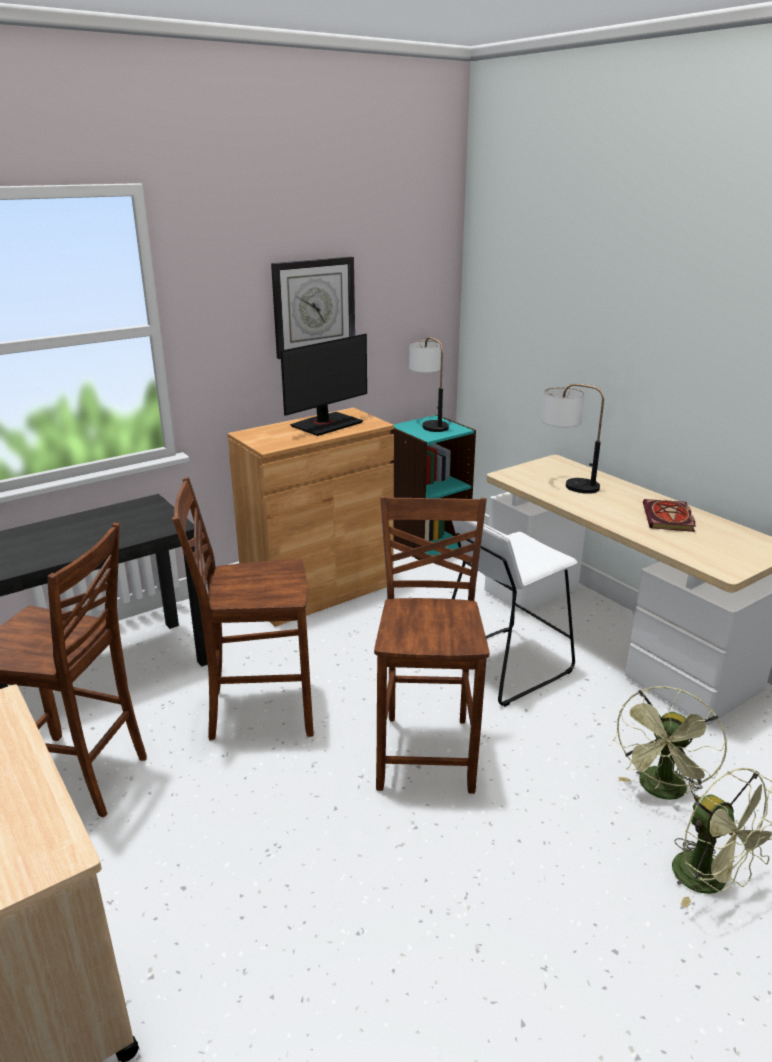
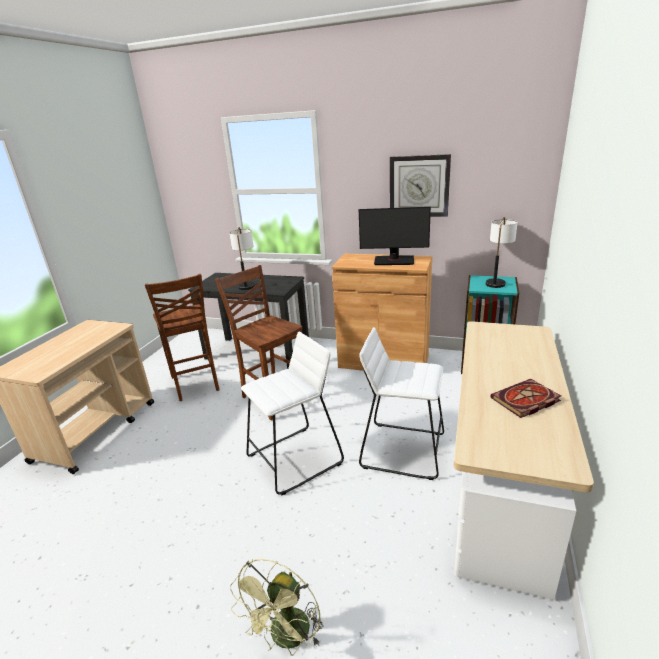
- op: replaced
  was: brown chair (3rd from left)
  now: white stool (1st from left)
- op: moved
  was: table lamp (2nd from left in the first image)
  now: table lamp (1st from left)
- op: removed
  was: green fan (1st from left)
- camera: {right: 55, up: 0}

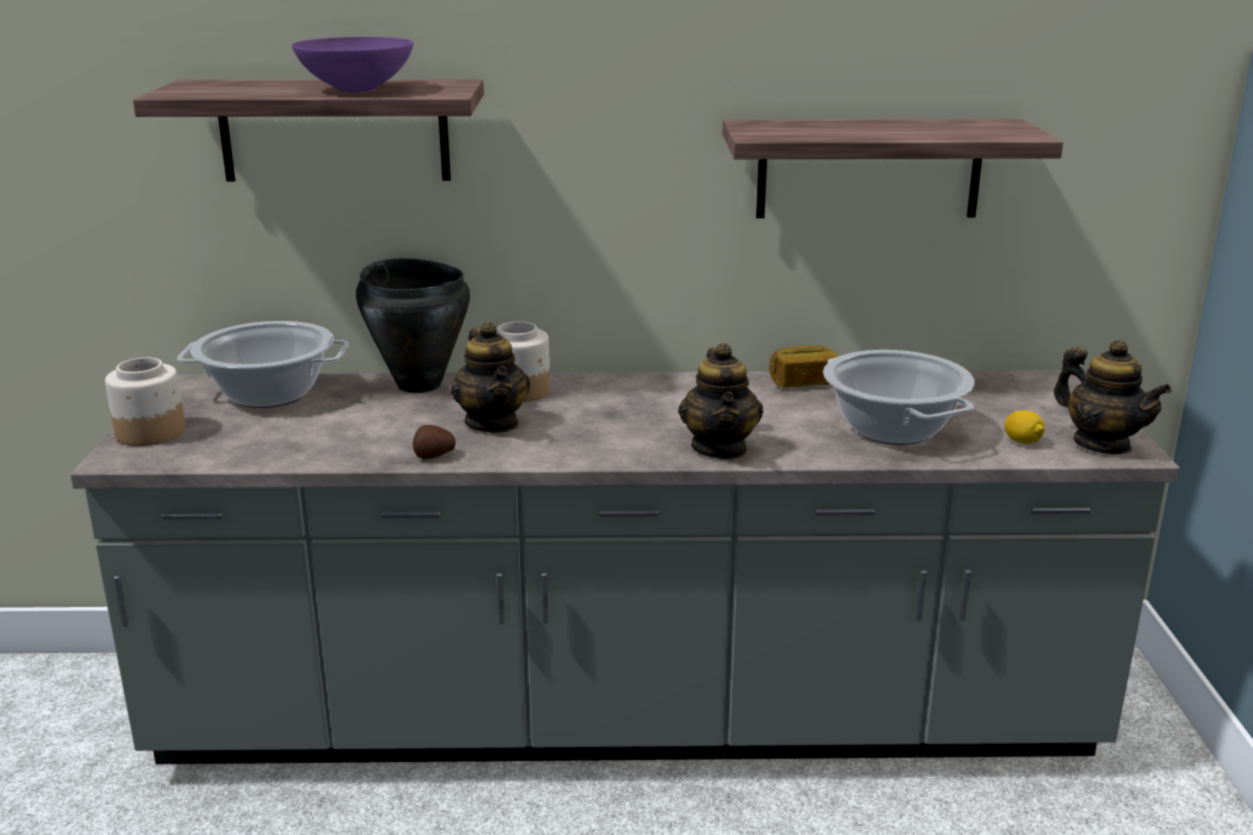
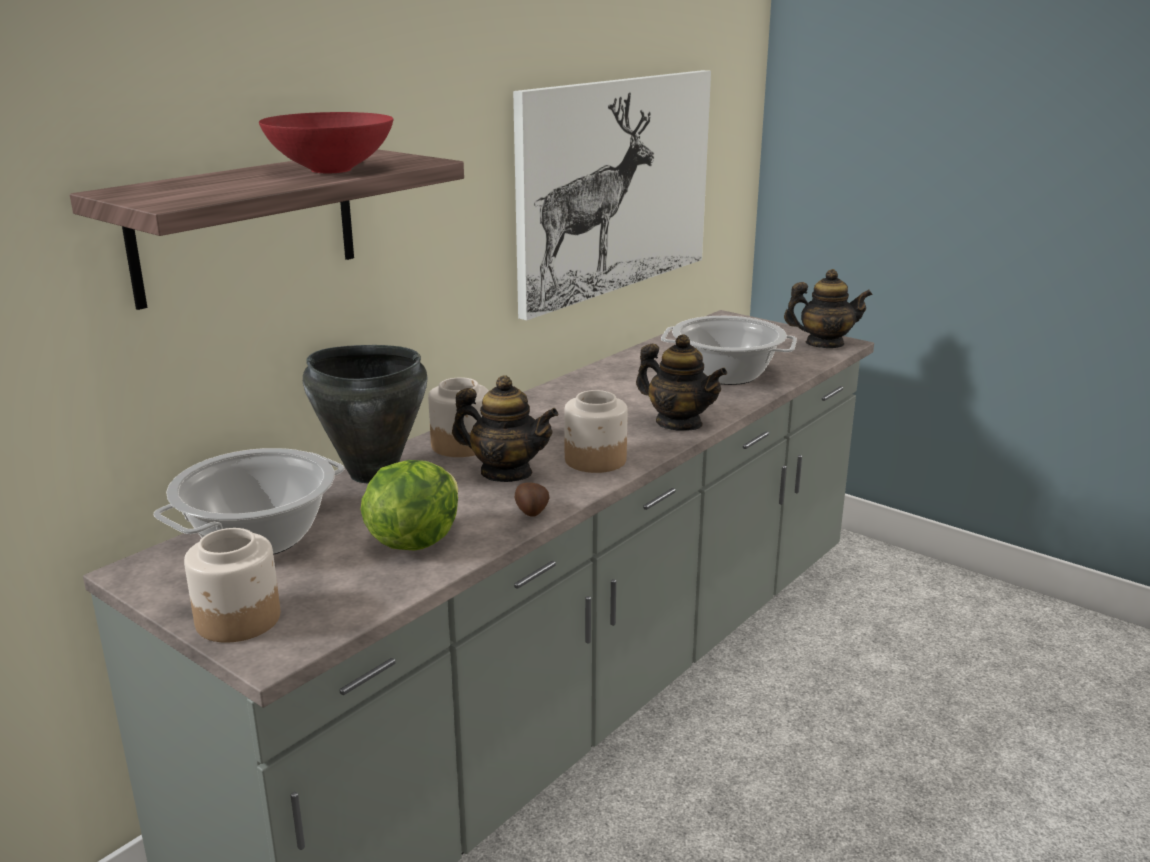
- op: recoloured
  was: purple bowl
  now: red bowl
- op: replaced
  was: shelf (2nd from left)
  now: picture
- op: removed
  was: bread
- op: removed
  was: lemon
- op: added
  now: lettuce
- op: added
  now: jar (3rd from left)
- camera: {right: -50, up: 0}

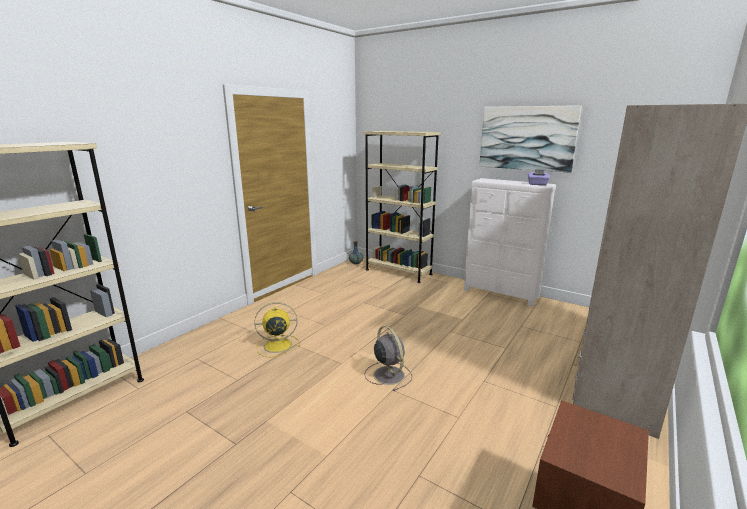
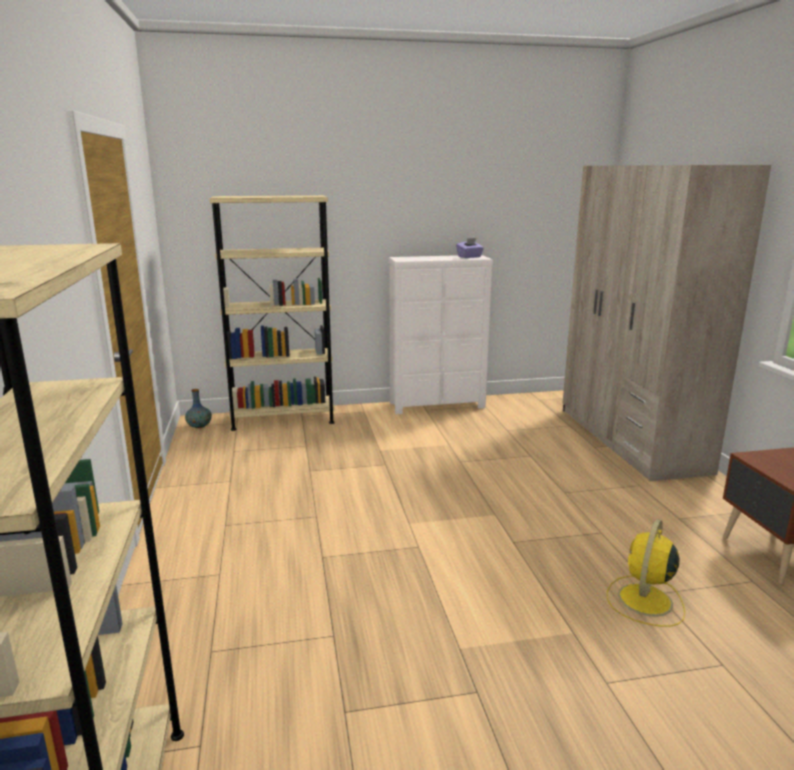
- op: moved
  was: yellow fan
- op: removed
  was: grey fan
- op: removed
  was: picture
- camera: {right: -45, up: 0}

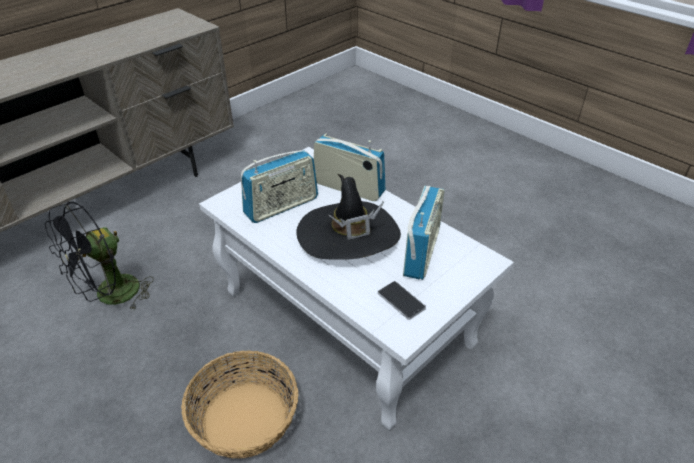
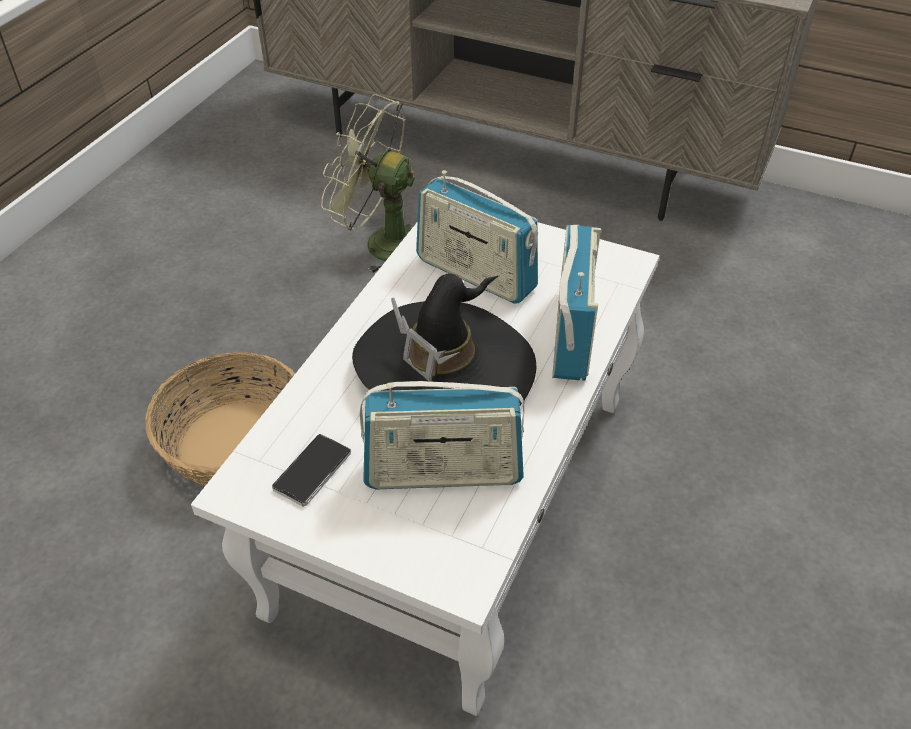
- op: recoloured
  was: black fan
  now: green fan
- camera: {right: 70, up: 5}

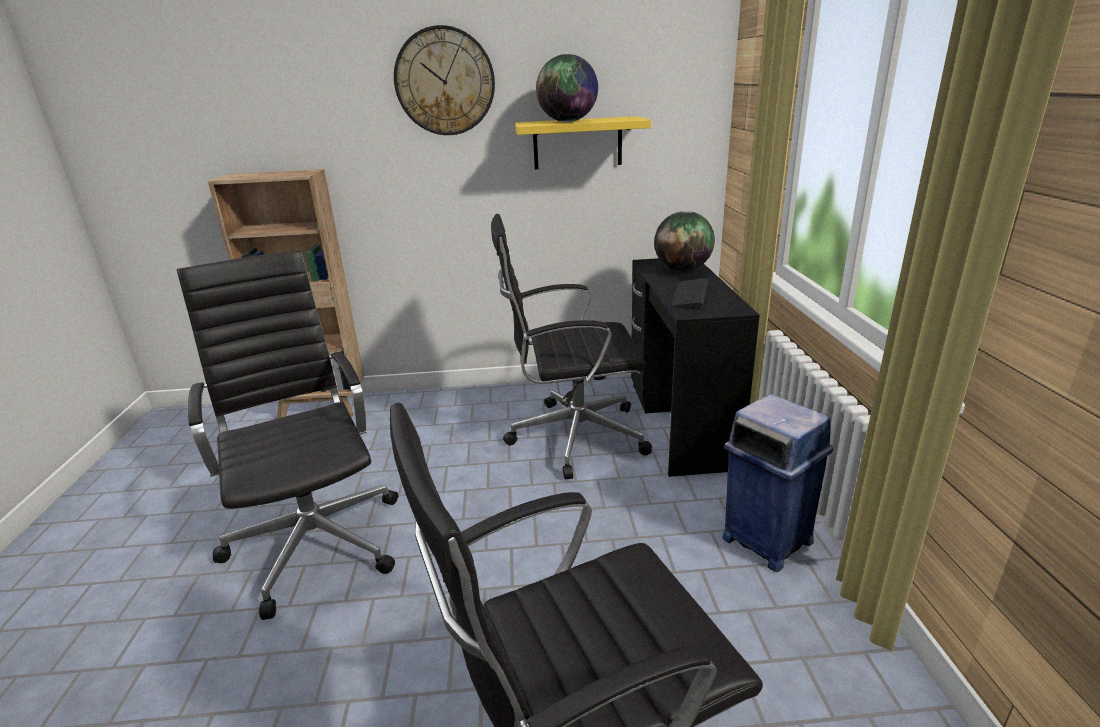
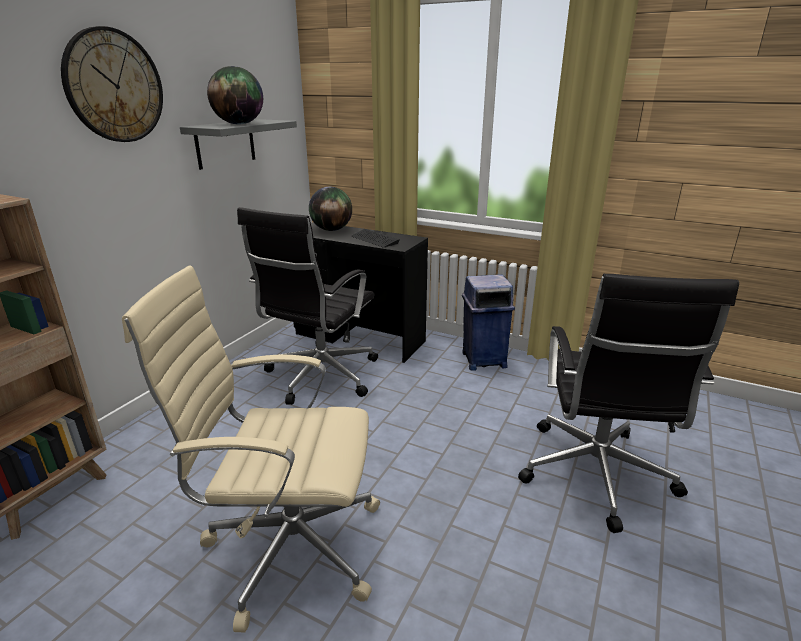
- op: recoloured
  was: black office chair (1st from left)
  now: beige office chair
- op: recoloured
  was: yellow shelf
  now: grey shelf
- camera: {right: -60, up: 0}

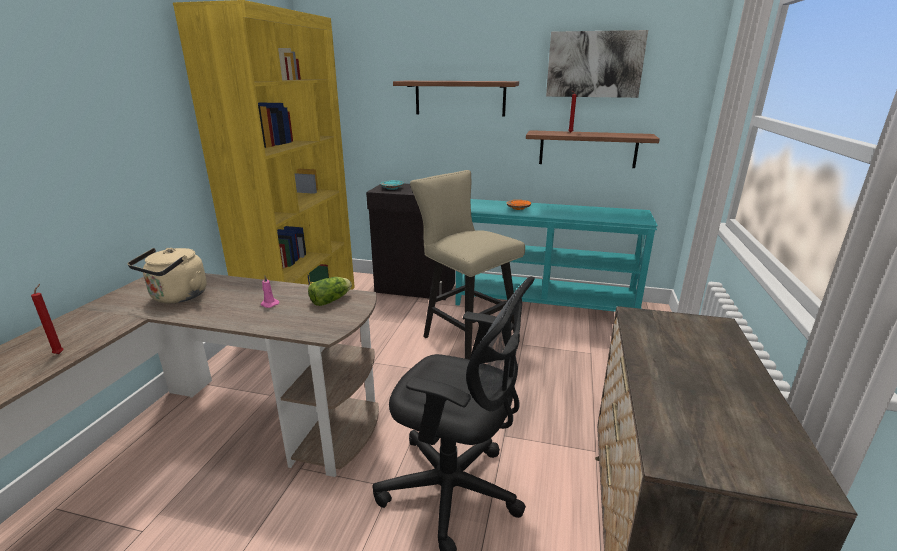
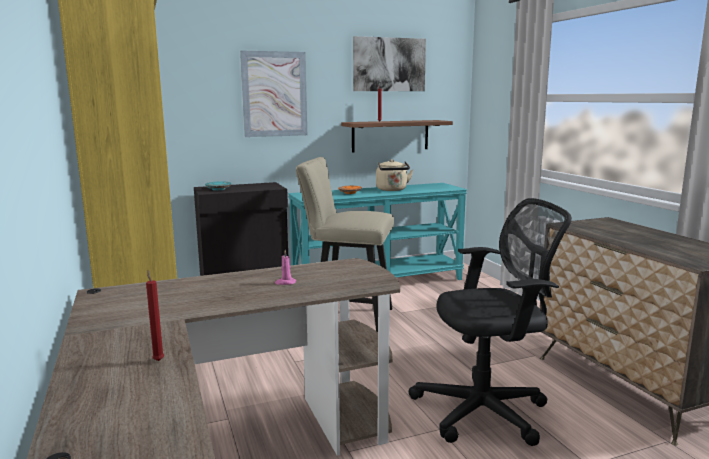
- op: moved
  was: beige kettle
- op: removed
  was: lettuce
- op: replaced
  was: shelf (1st from left)
  now: picture (1st from left)
- camera: {right: -35, up: -10}

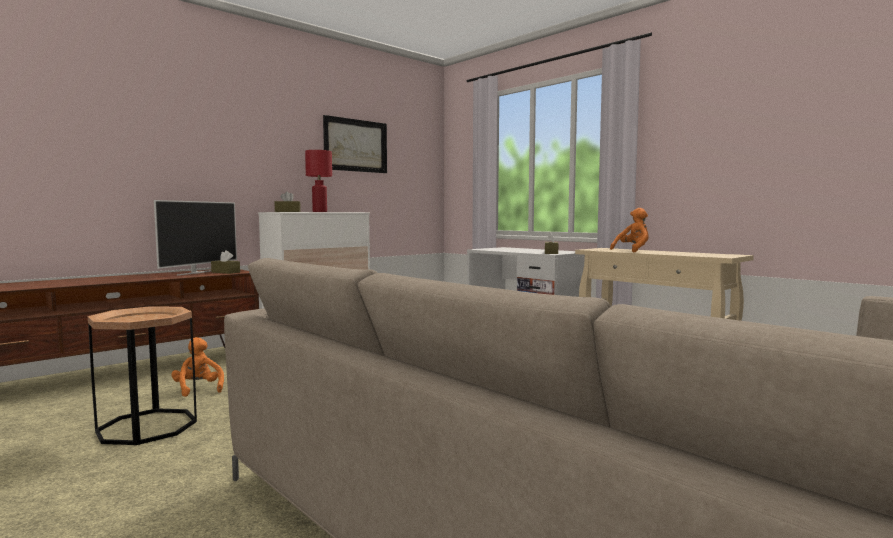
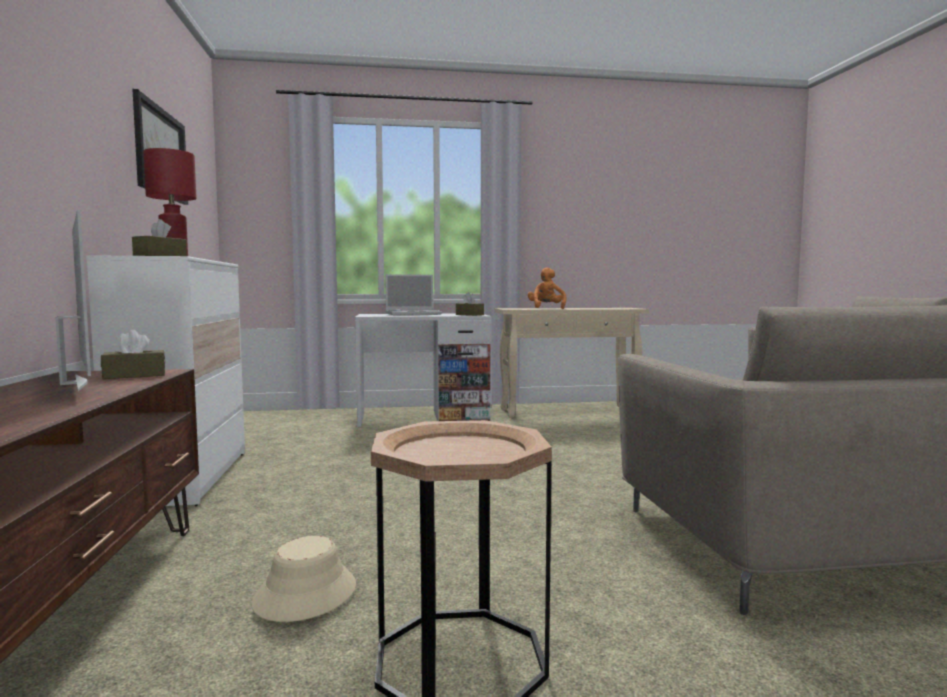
- op: replaced
  was: orange plush toy (1st from left)
  now: beige hat
- op: added
  now: laptop
- camera: {right: -55, up: 0}

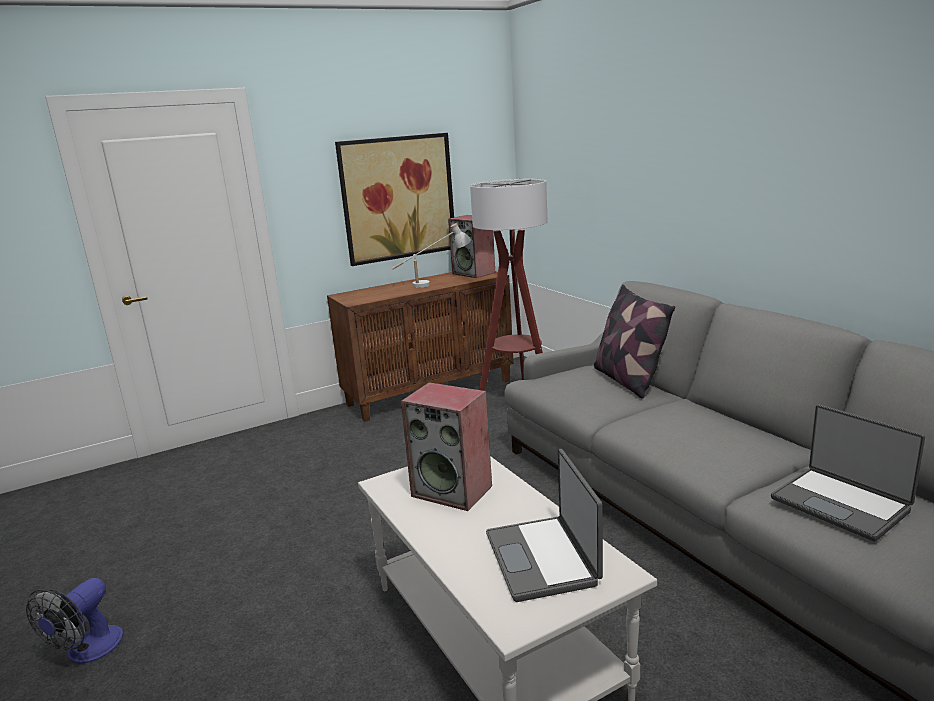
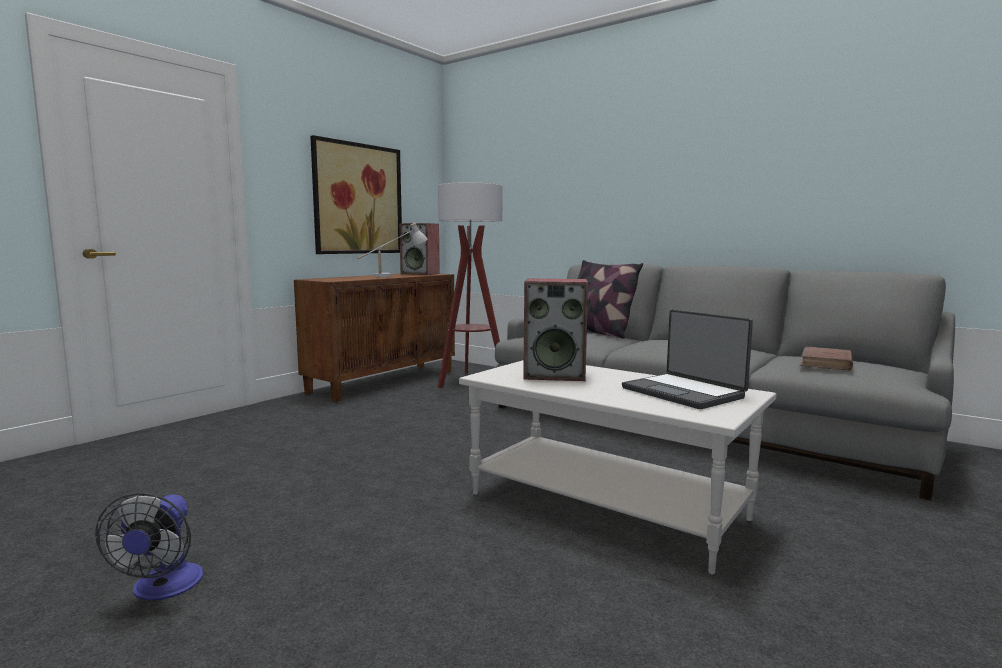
- op: replaced
  was: laptop (2nd from left)
  now: brown book
- camera: {right: -25, up: -10}

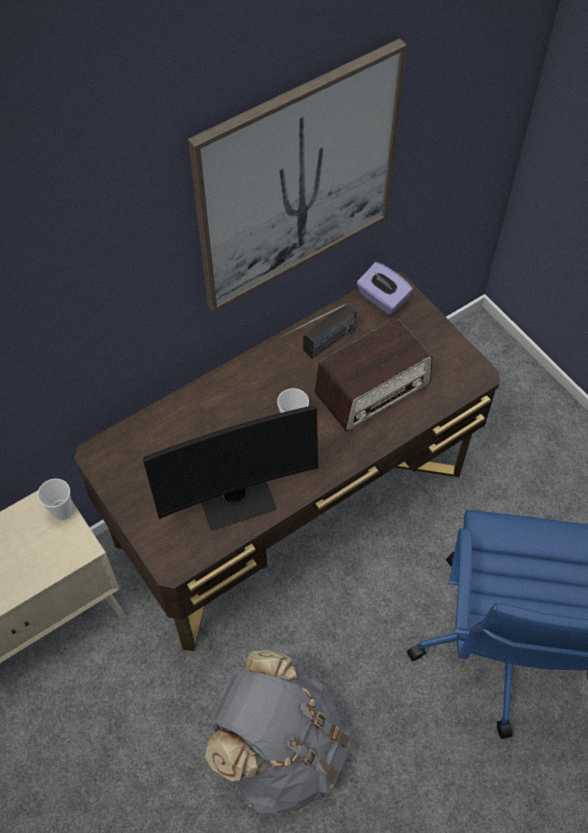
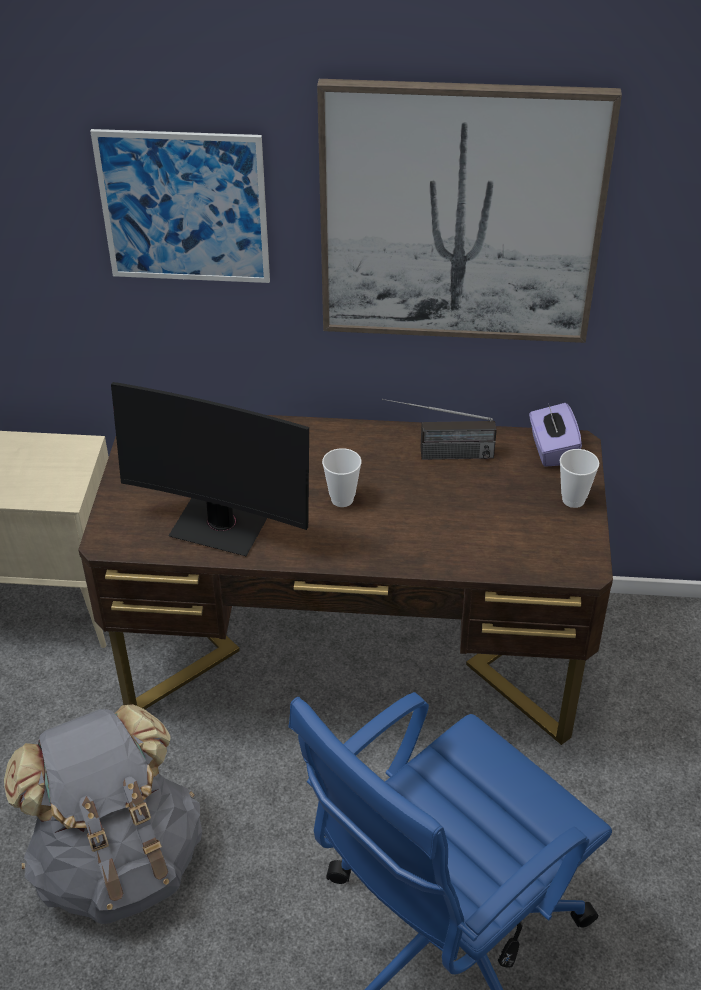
- op: moved
  was: cup (1st from left in the first image)
  now: cup (2nd from left)
- op: removed
  was: radio (2nd from left)
- op: added
  now: picture (1st from left)
- camera: {right: 40, up: -15}

